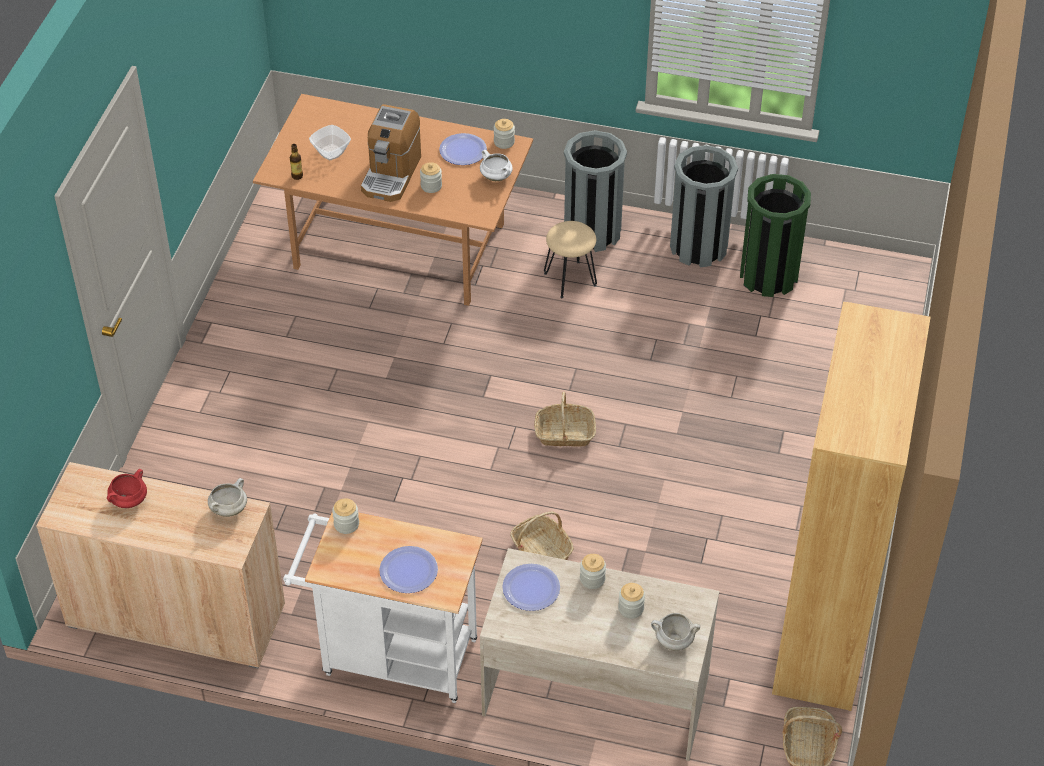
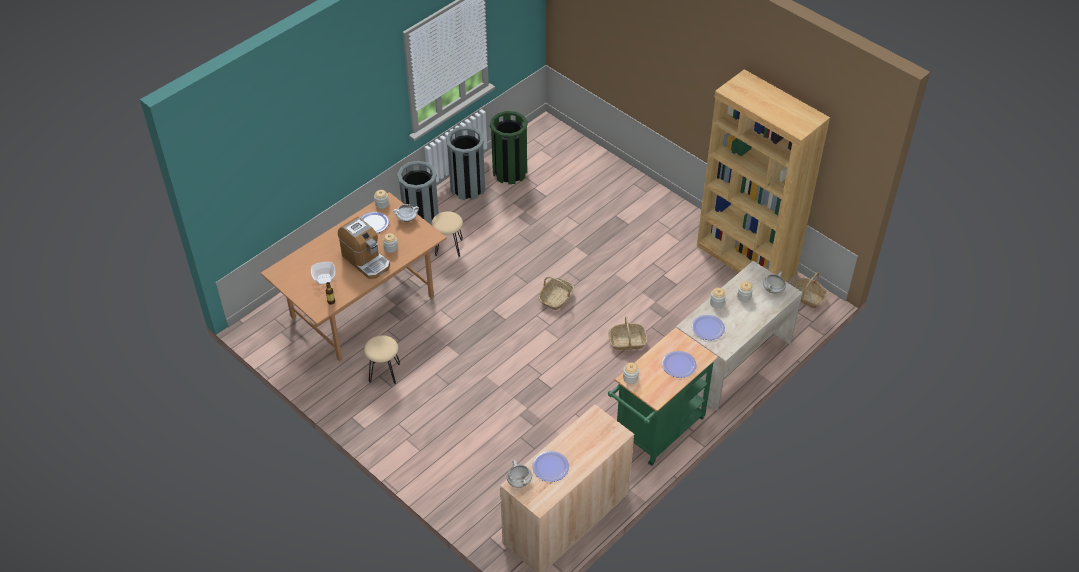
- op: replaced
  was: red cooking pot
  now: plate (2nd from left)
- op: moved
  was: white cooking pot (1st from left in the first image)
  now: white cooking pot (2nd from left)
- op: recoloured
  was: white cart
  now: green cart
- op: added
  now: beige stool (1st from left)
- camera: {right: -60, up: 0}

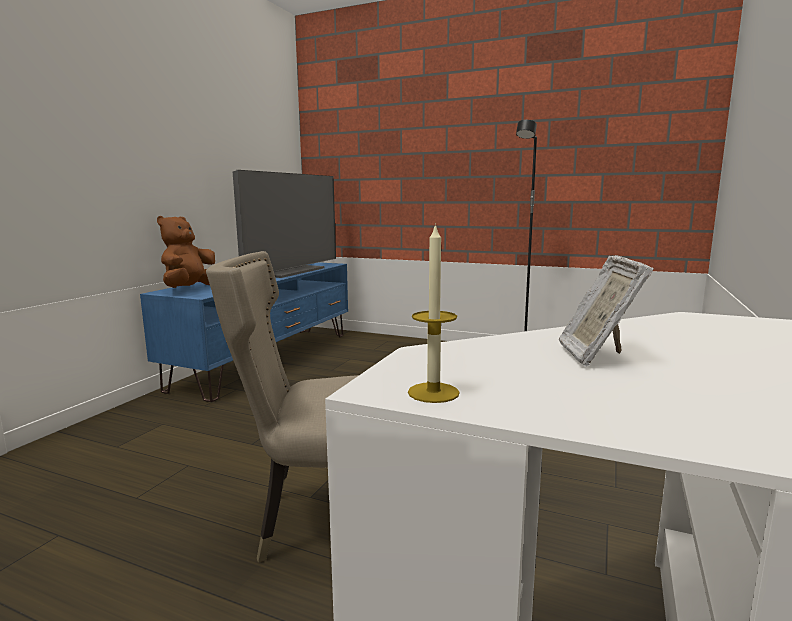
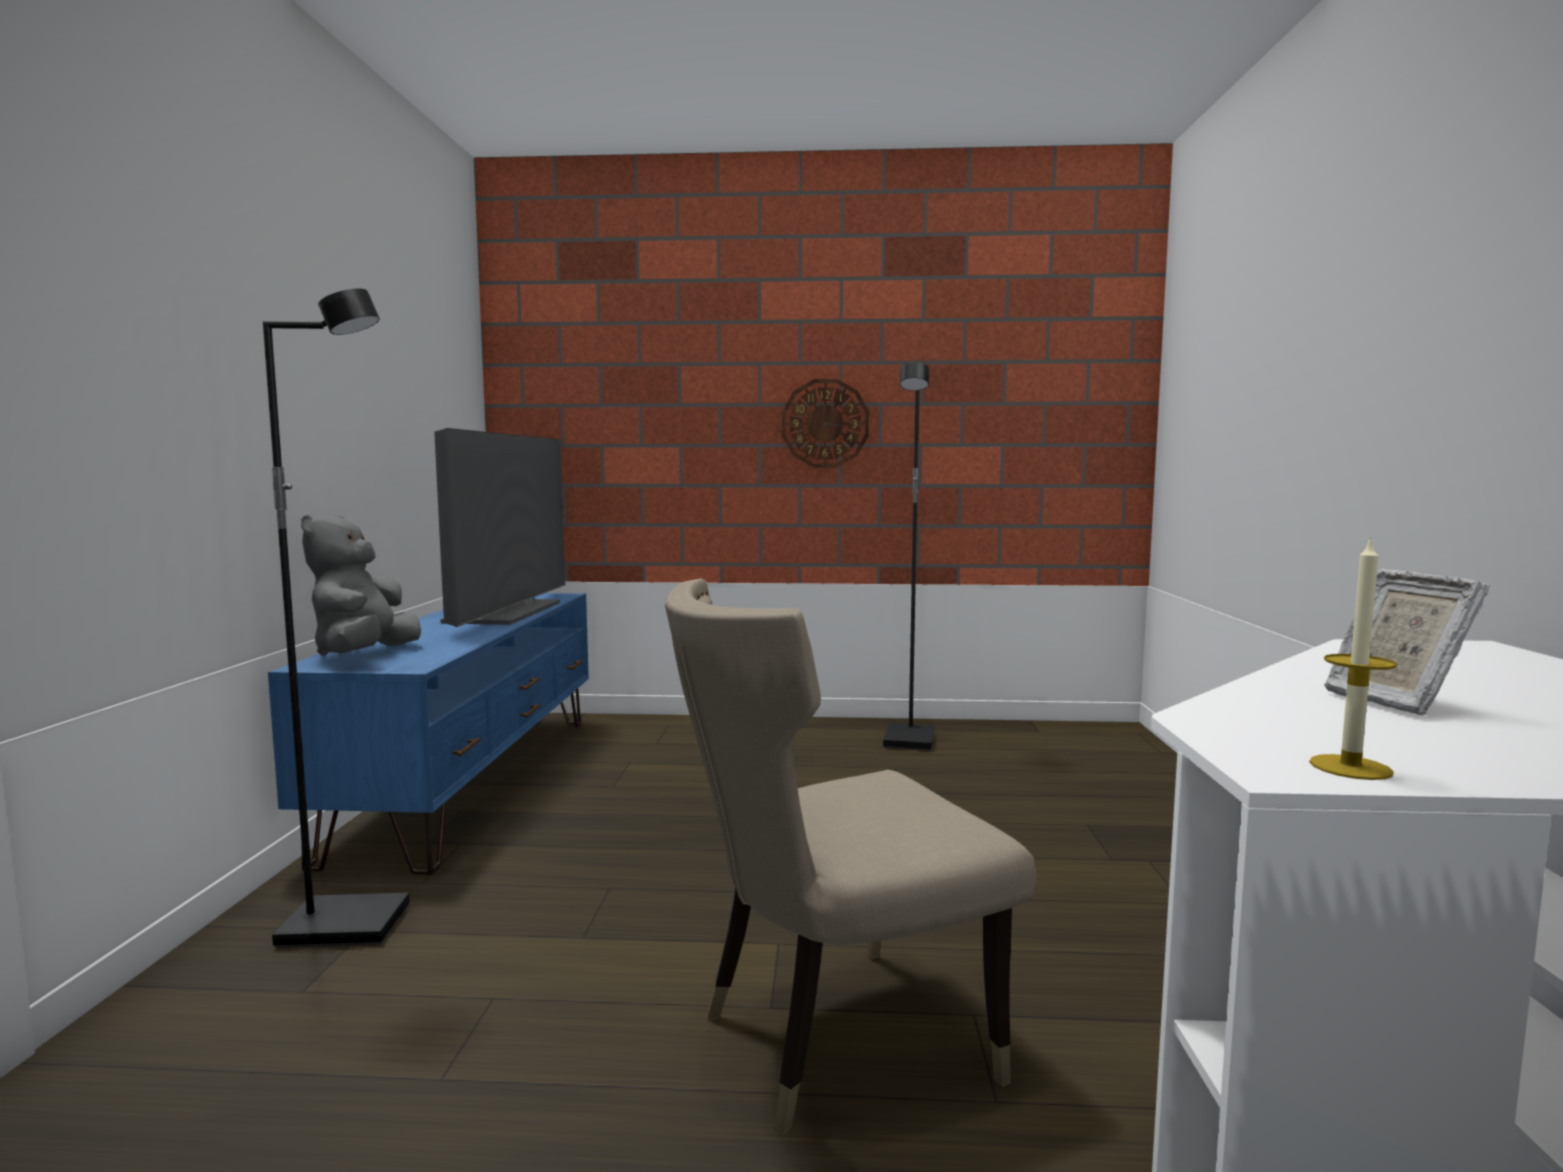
- op: recoloured
  was: brown plush toy
  now: grey plush toy
- op: added
  now: black floor lamp (1st from left)
- op: added
  now: wall clock
- camera: {right: -20, up: -5}

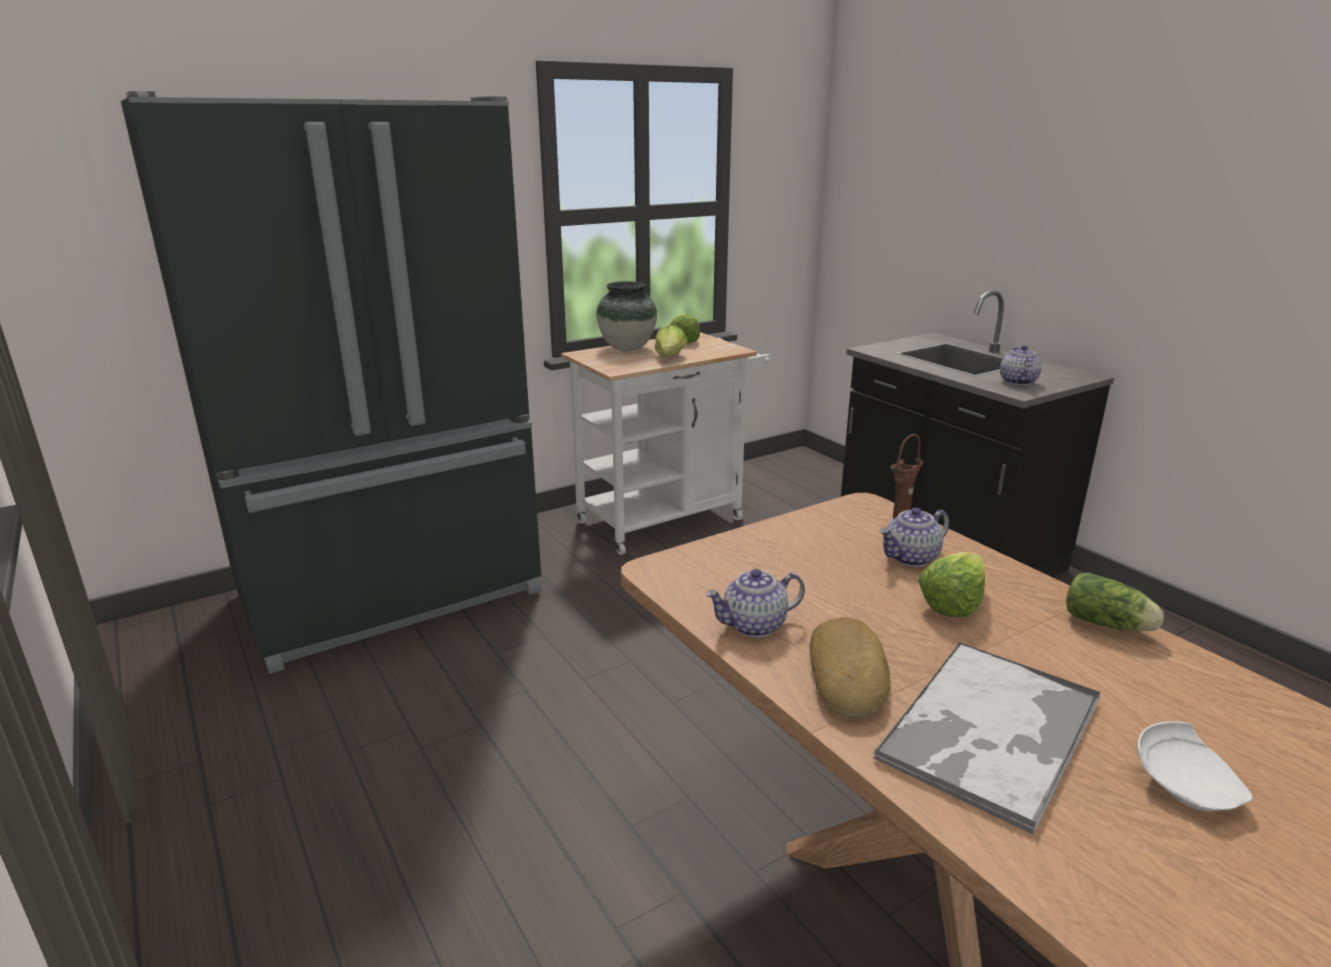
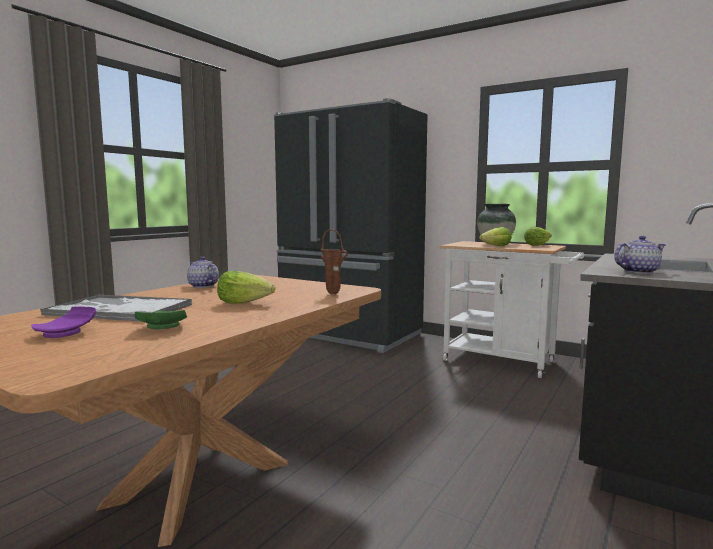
- op: removed
  was: bread
- op: removed
  was: teapot (2nd from left)
- op: removed
  was: lettuce (4th from left)
- op: recoloured
  was: white plate
  now: purple plate
- op: added
  now: green plate
- camera: {right: 65, up: -15}

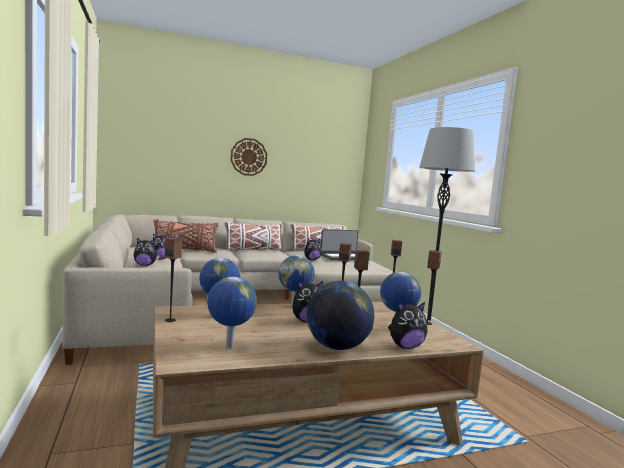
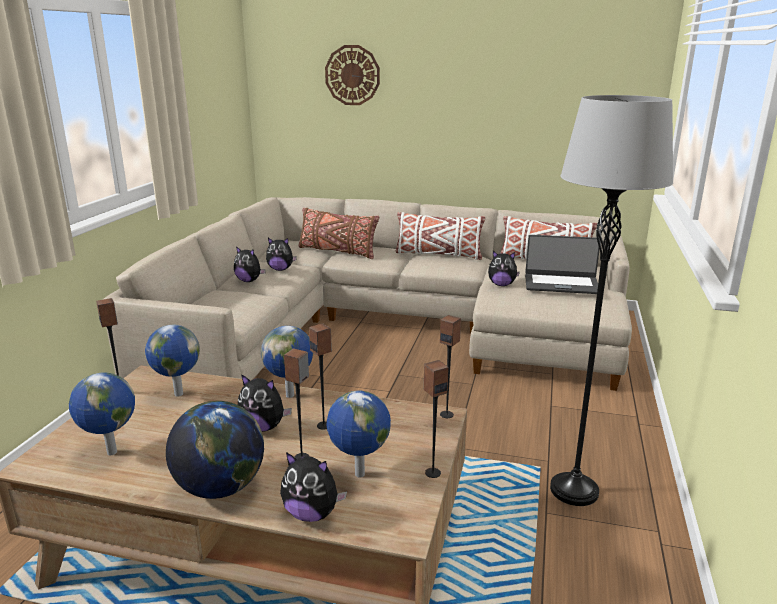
- op: moved
  was: wall clock
- camera: {right: 35, up: 15}

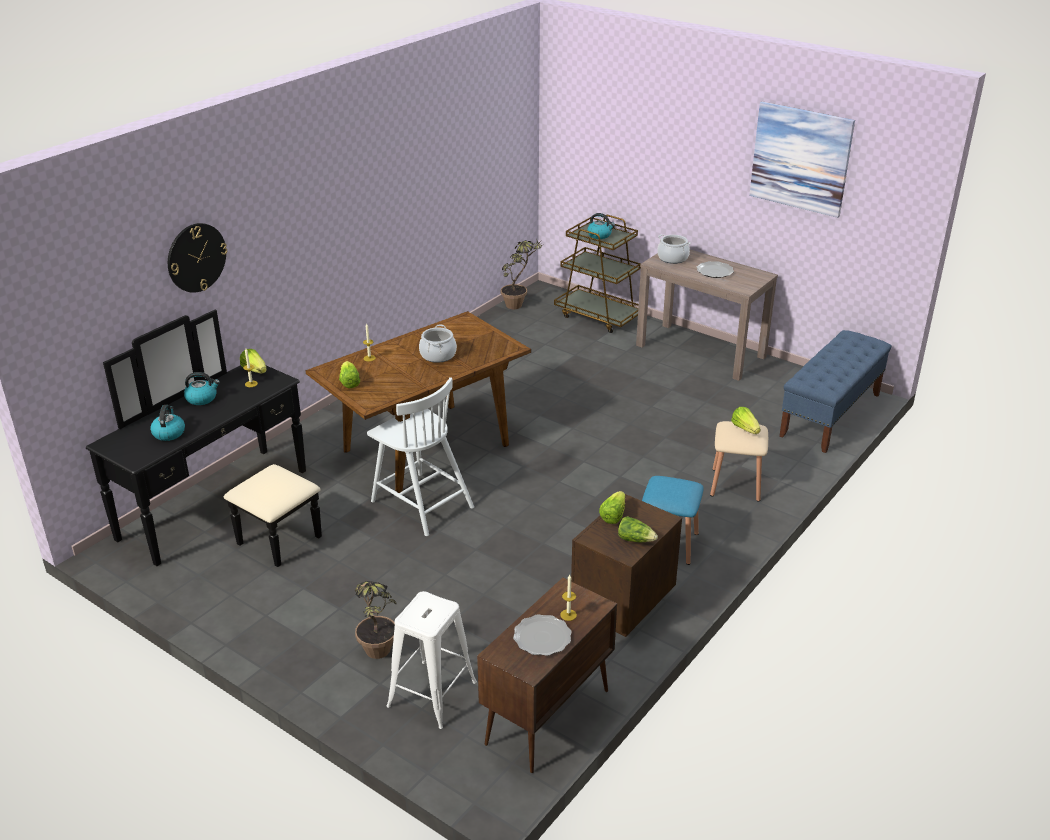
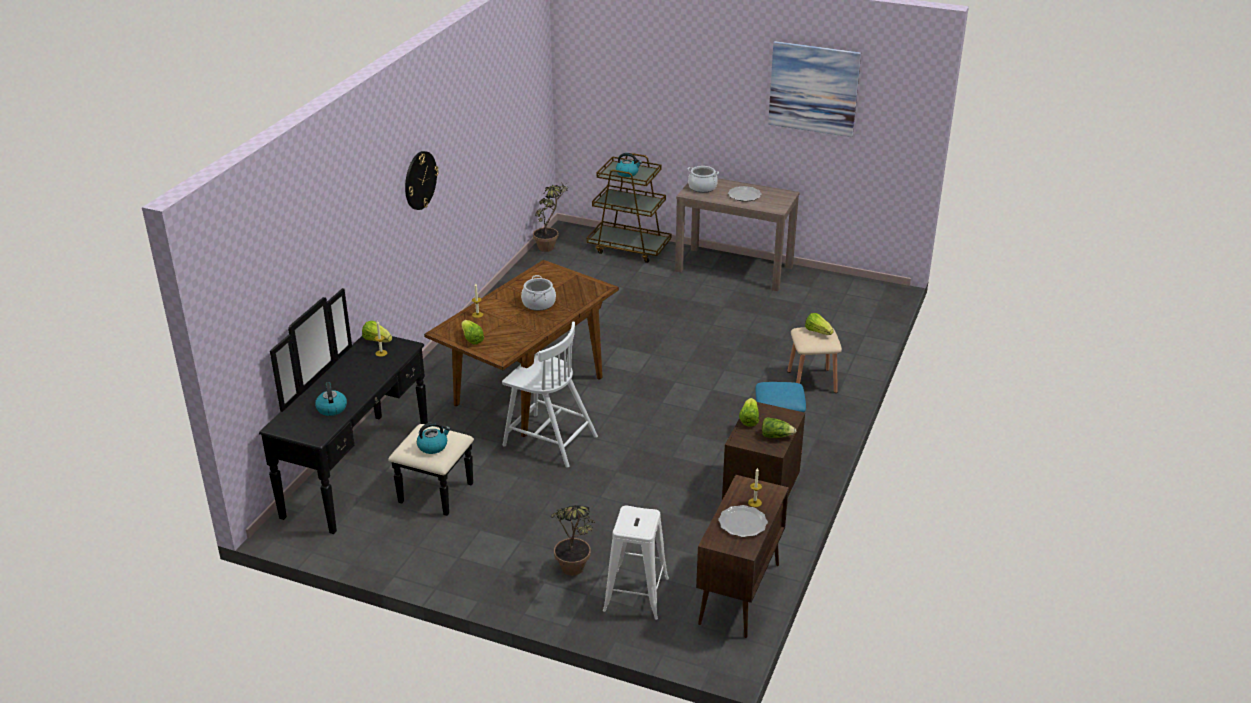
- op: moved
  was: wall clock
- op: moved
  was: kettle (2nd from left)
- op: removed
  was: blue bench
- camera: {right: -15, up: 0}

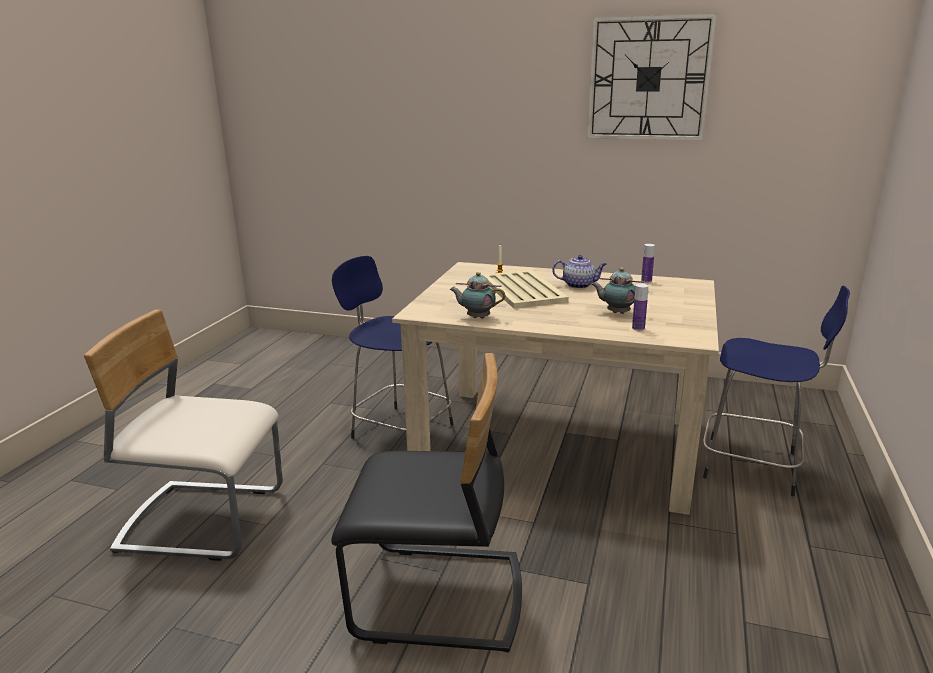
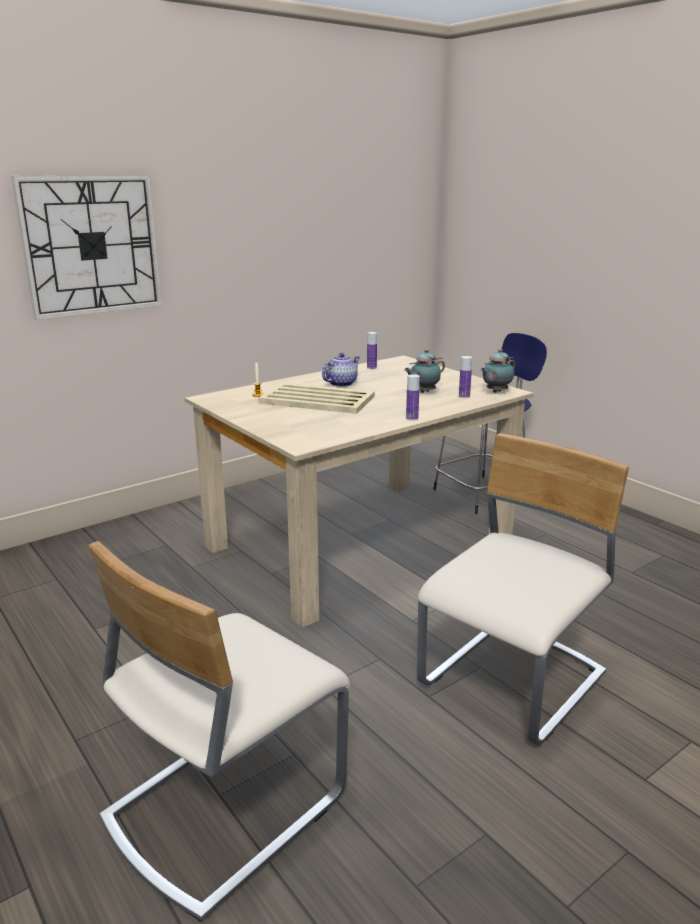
- op: recoloured
  was: black chair
  now: beige chair (2nd from left)
- op: removed
  was: blue stool (1st from left)
- op: moved
  was: teapot (1st from left in the first image)
  now: teapot (3rd from left)
- op: moved
  was: wall clock
- op: added
  now: bottle (2nd from left)
- camera: {right: -55, up: 0}

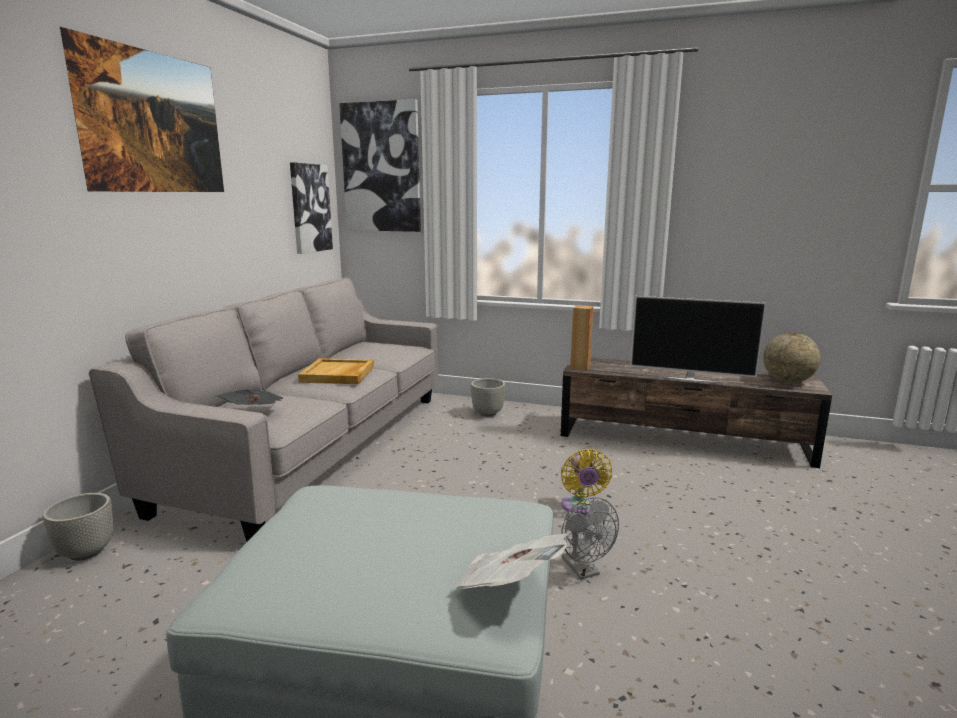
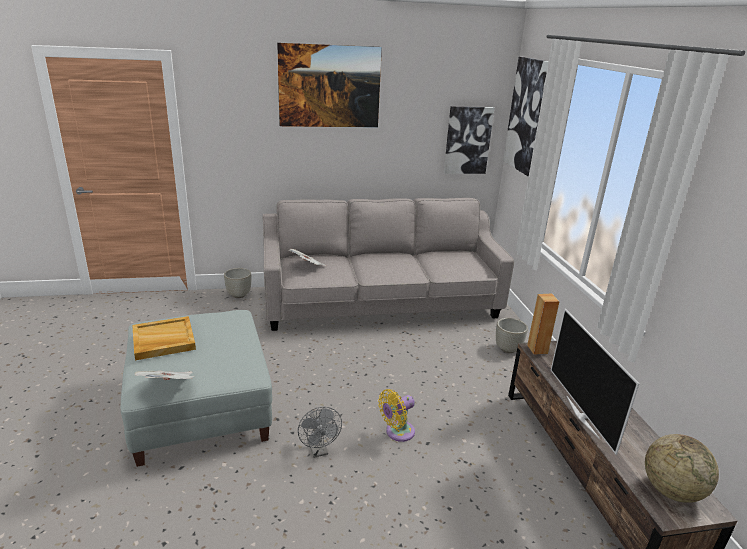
- op: moved
  was: beige tray
- op: turned
  was: grey fan
  clockwise: -60
- camera: {right: 60, up: 10}

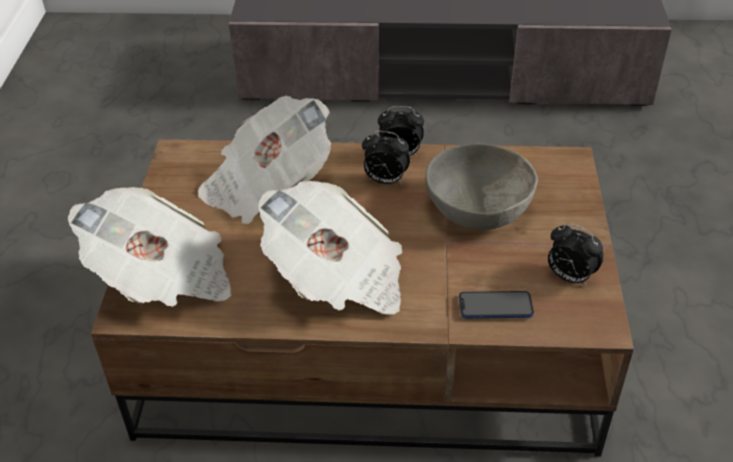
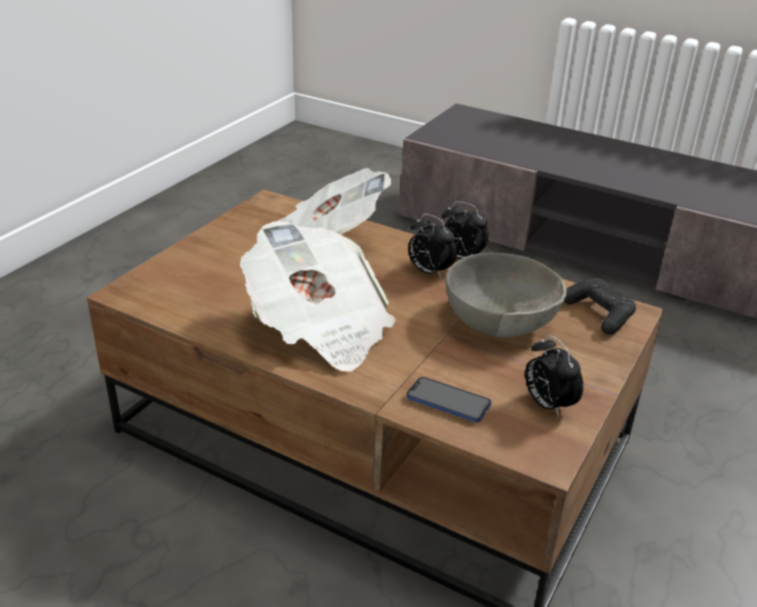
- op: removed
  was: newspaper (1st from left)
- op: added
  now: black game controller
- camera: {right: 25, up: -10}

